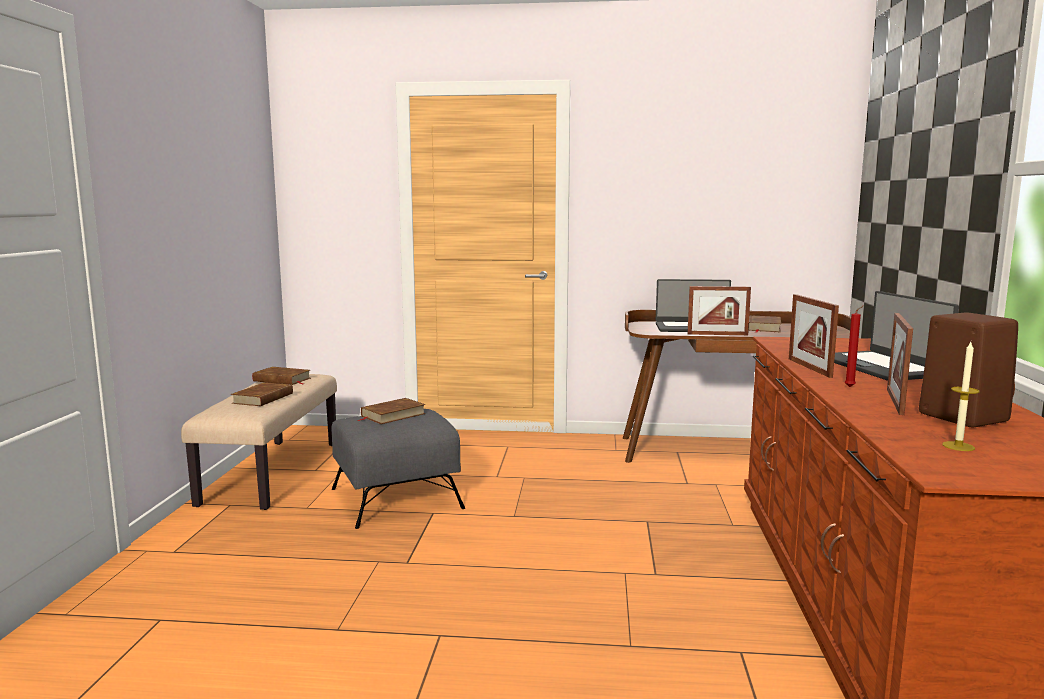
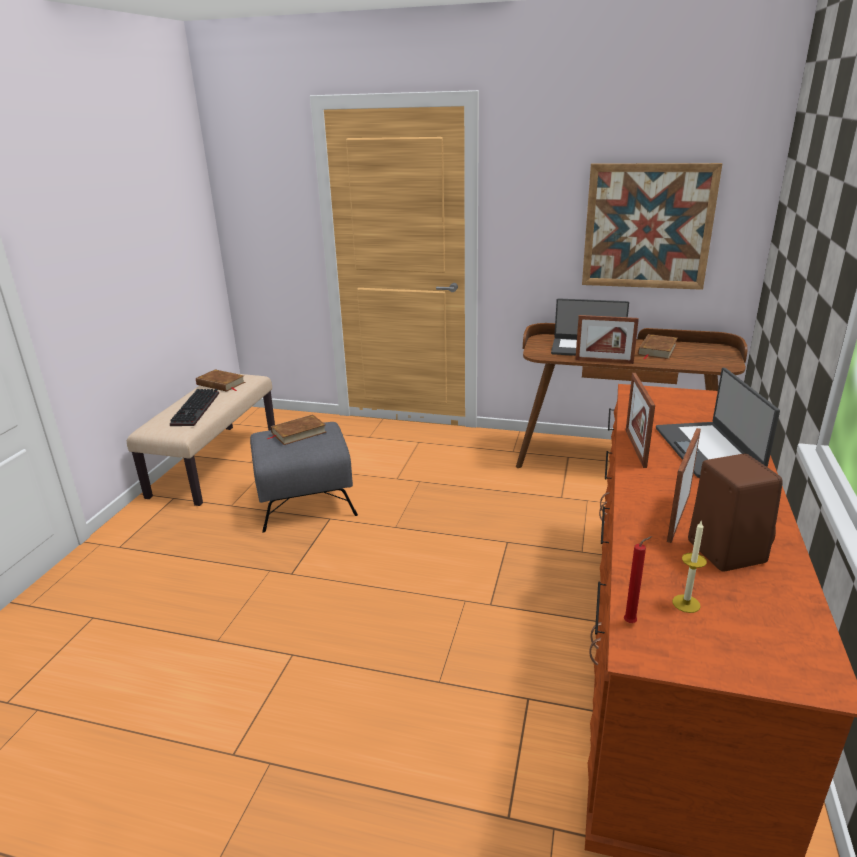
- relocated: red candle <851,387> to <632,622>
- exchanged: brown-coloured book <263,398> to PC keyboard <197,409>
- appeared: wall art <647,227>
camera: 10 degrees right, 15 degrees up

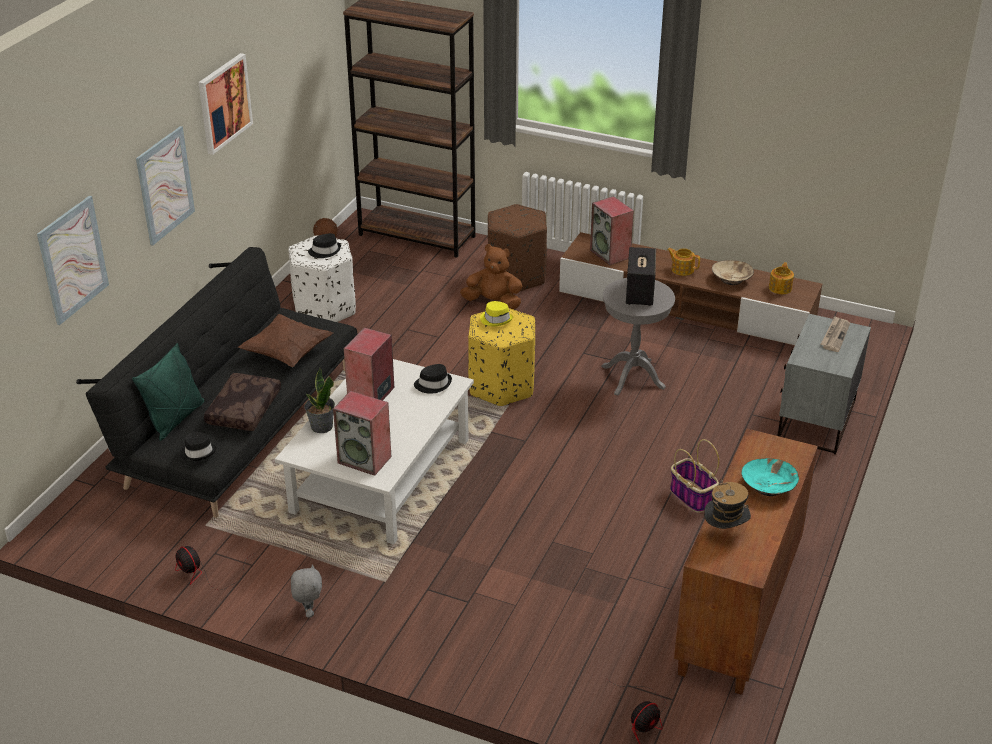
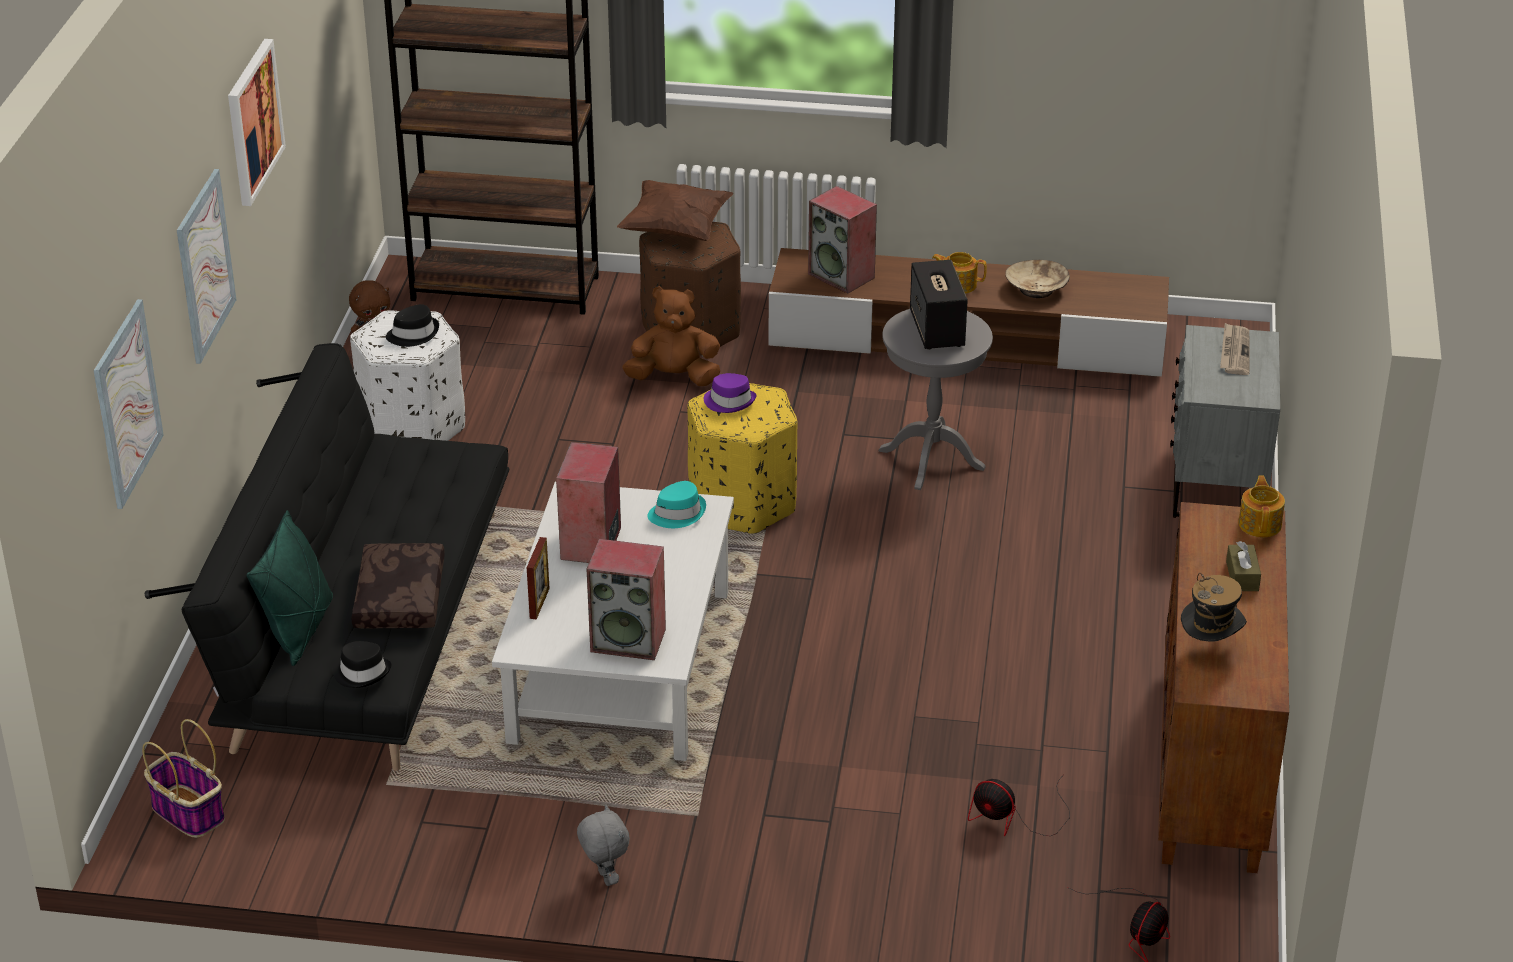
- relocated: pot for tea <780,288> to <1260,524>
- colour: yellowish hat <496,319> to purplish hat <730,401>
- relocated: brown-coloured cushion <287,353> to <675,229>
- colour: blackish hat <433,384> to turquoise-coloured hat <677,513>
- exchanged: potted plant <321,427> to standing frame <539,603>
- relocated: household basket <691,496> to <187,812>
- exchanged: turquoise-coloured serving bowl <768,486> to brown-coloured tissue holder <1242,576>
- relocated: cooling fan <205,574> to <1014,818>
camera: 15 degrees left, 0 degrees up

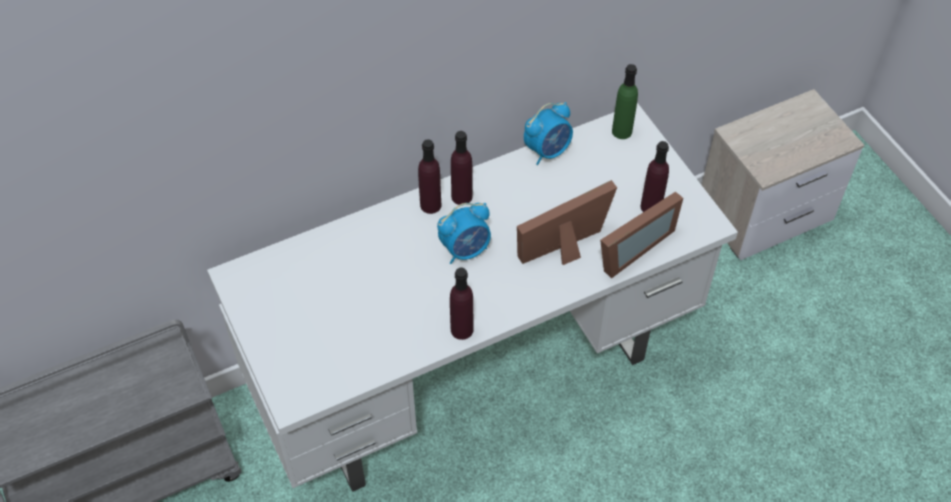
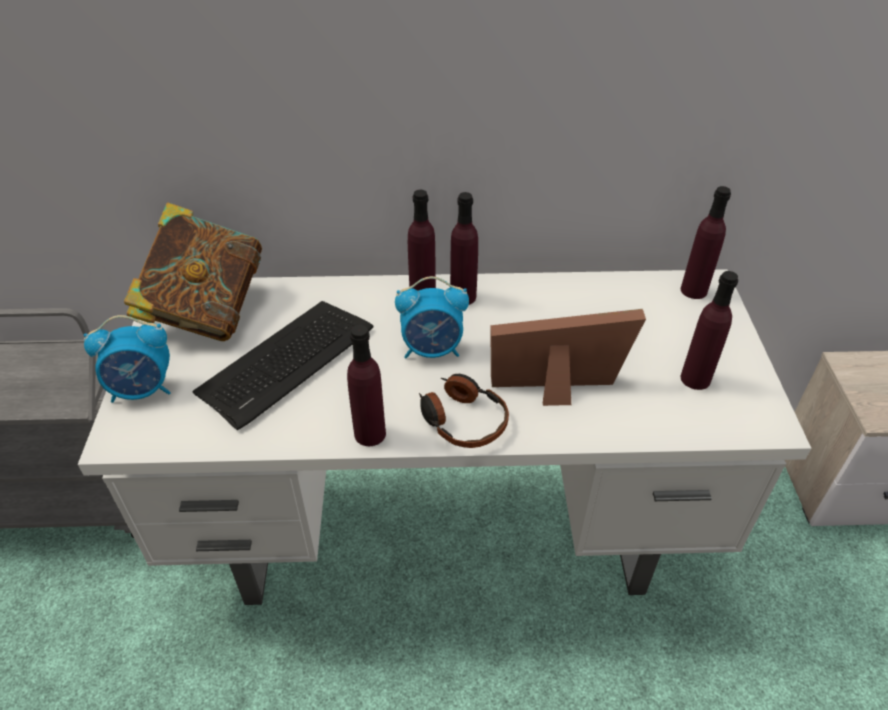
- colour: green-coloured beverage bottle <622,131> to purplish beverage bottle <693,290>
- relocated: alarm clock <548,151> to <143,390>
- missing: standing frame <629,247>
- appeared: book <206,311>
- appeared: PC keyboard <286,362>
- appeared: headset <462,420>
camera: 25 degrees right, 10 degrees down

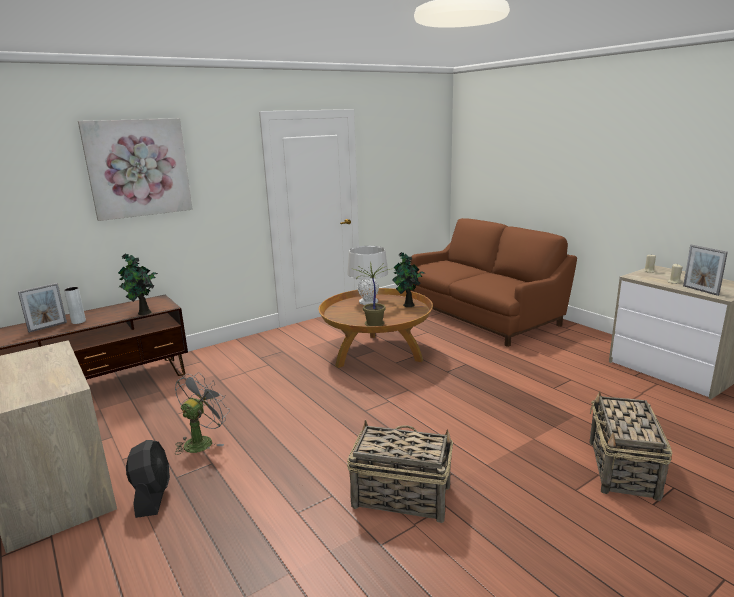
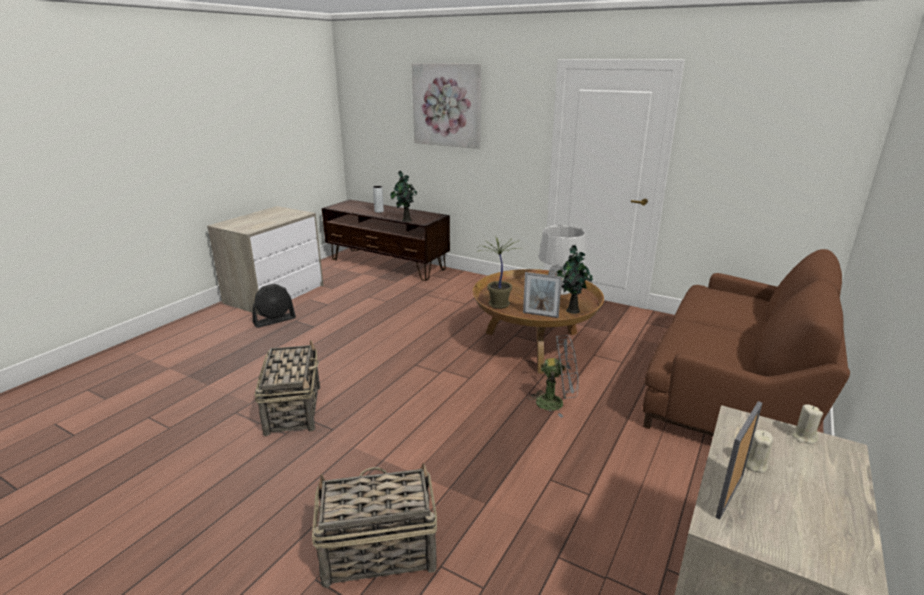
- relocated: standing frame <48,327> to <540,315>
- relocated: gray cooling fan <202,441> to <556,402>
camera: 65 degrees right, 5 degrees up

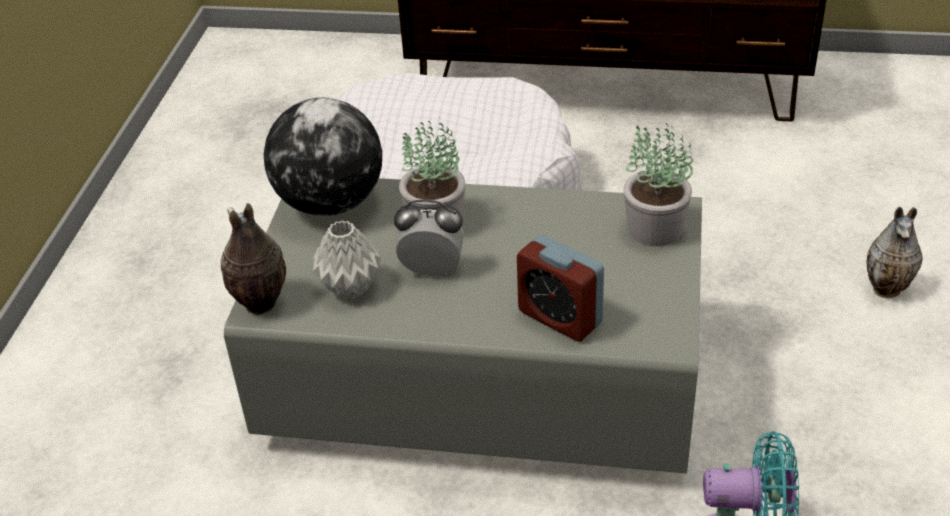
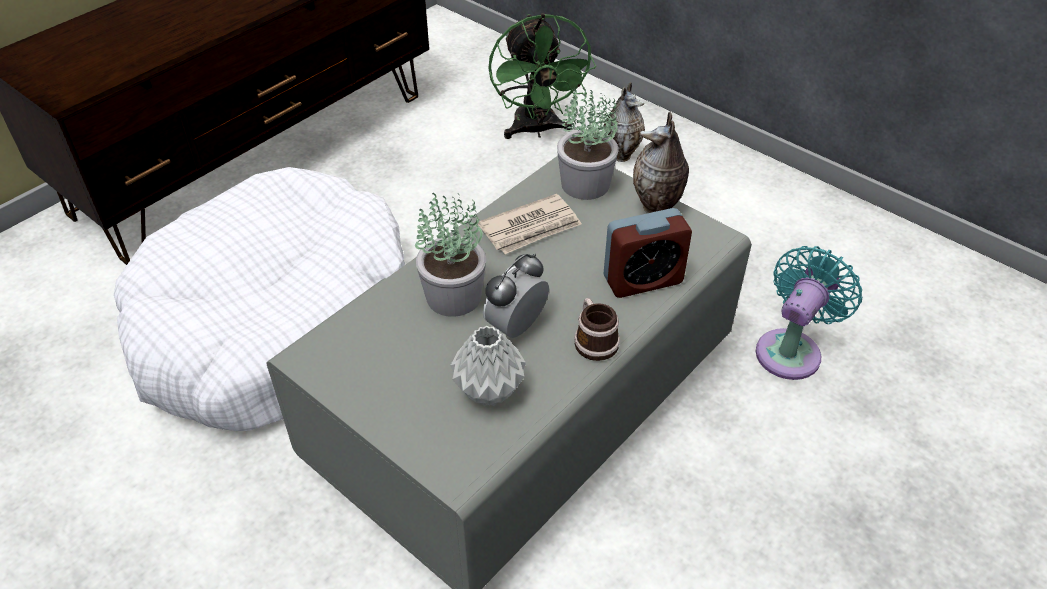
- missing: world globe <330,203>
- relocated: flower vase <260,305> to <657,209>
- appeared: green-coloured cooling fan <537,130>
- appeared: newspaper <531,228>
- appeared: coffee mug <594,340>
camera: 60 degrees left, 5 degrees up

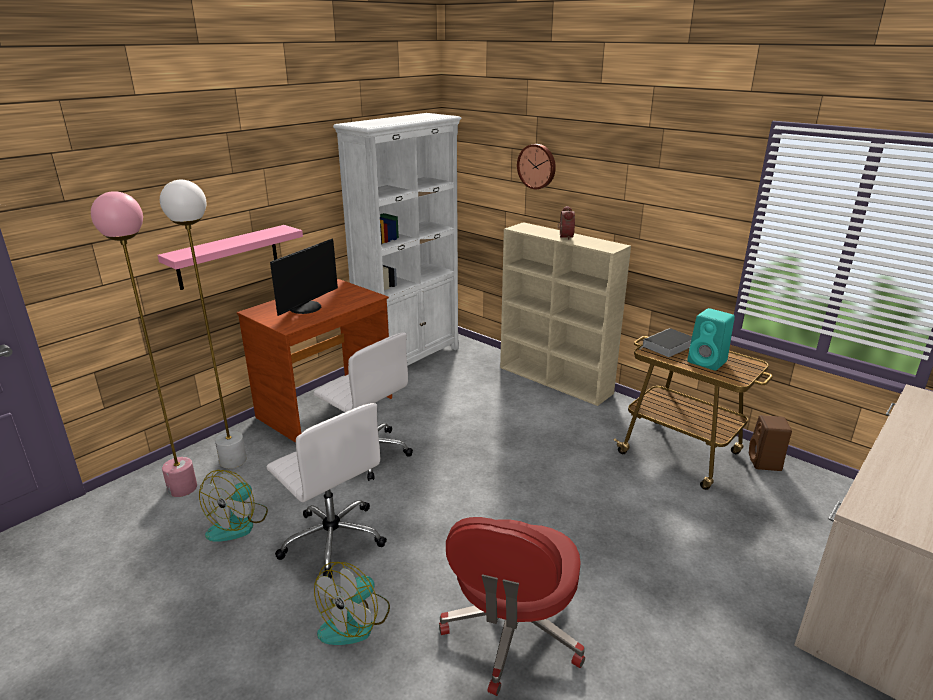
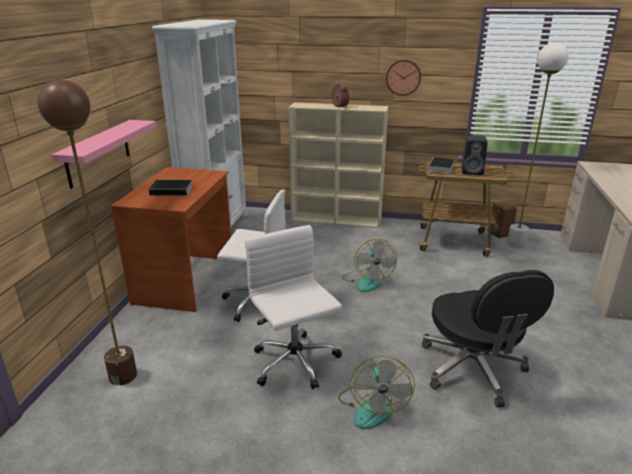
- relocated: hanging clock <537,166> to <403,77>
- relocated: white-coloured standing lamp <233,461> to <516,244>
- colour: pinkish standing lamp <182,488> to brown-coloured standing lamp <123,376>
- exchanged: computer screen <307,308> to book <173,190>
- colour: turquoise-coloured speaker <708,362> to blackish speaker <472,172>
- spun: white-coloured desk chair <332,538> = <295,363> 135 degrees counterclockwise
- relocated: cooling fan <238,523> to <367,280>
- colour: red desk chair <513,632> to blackish desk chair <473,370>
camera: 30 degrees left, 0 degrees up

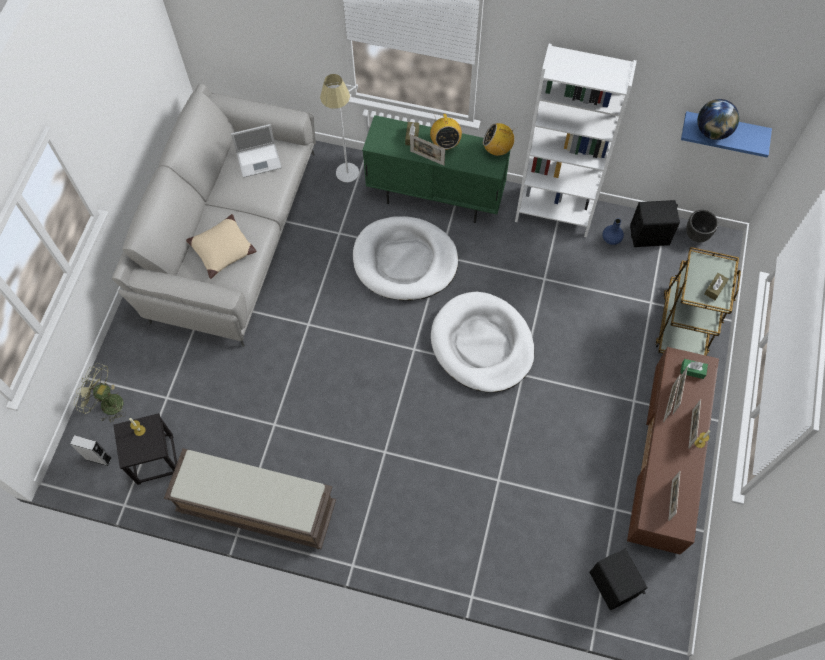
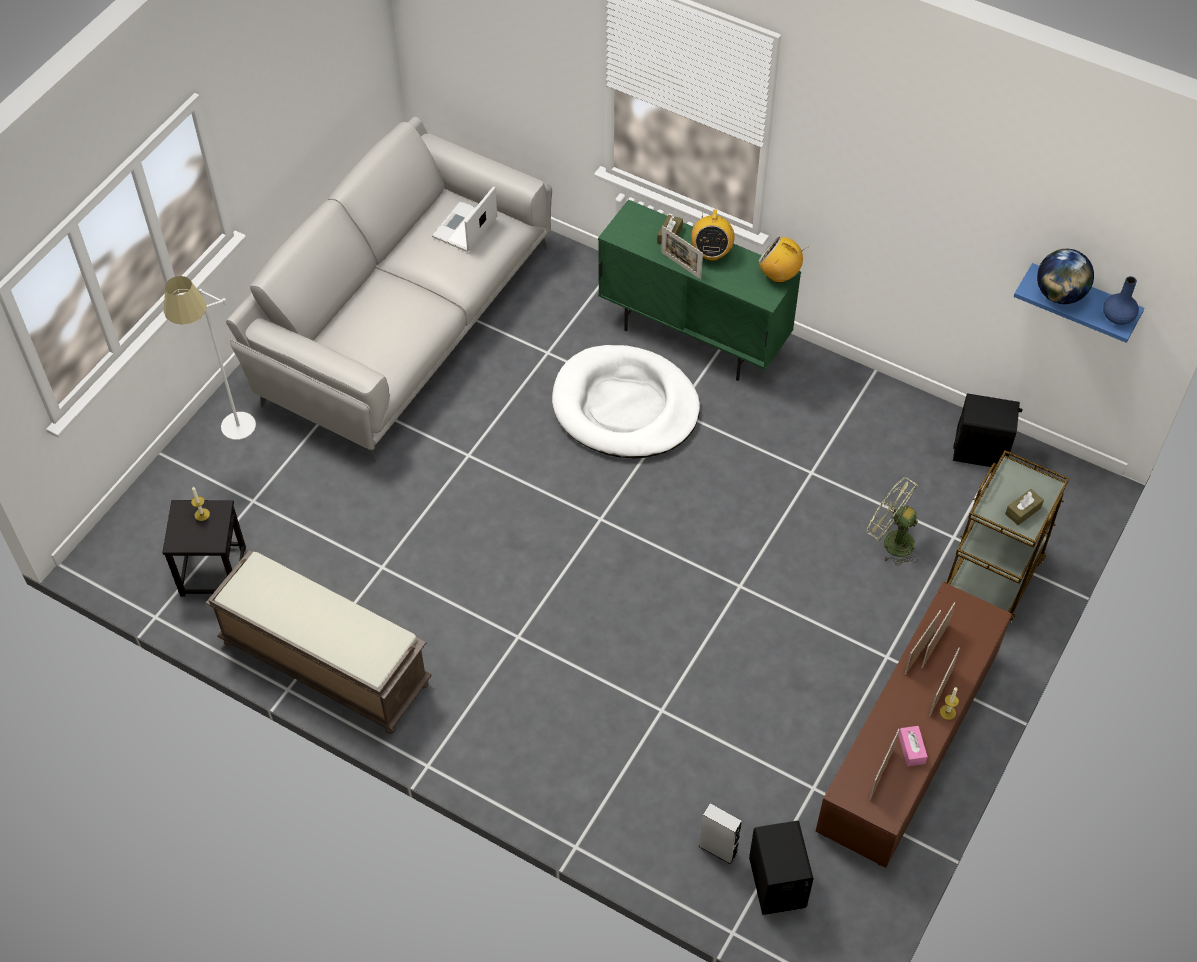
- missing: white-coloured bookshelf <554,211>
- relocated: white-coloured standing lamp <347,181> to <233,438>
- spun: laptop <259,160> = <464,228> 120 degrees clockwise
- missing: blackish plant pot <697,235>
- missing: sand-coloured cushion <223,250>
- relocated: bluish flower vase <611,238> to <1118,317>
- missing: white-coloured pet bed <482,344>
- missing: green-coloured tissue holder <692,370>
- relocated: green-coloured cooling fan <106,403> to <891,541>
- relocated: gray speaker <98,458> to <718,849>
- appeared: pinkish tissue holder <911,749>
camera: 15 degrees right, 10 degrees down

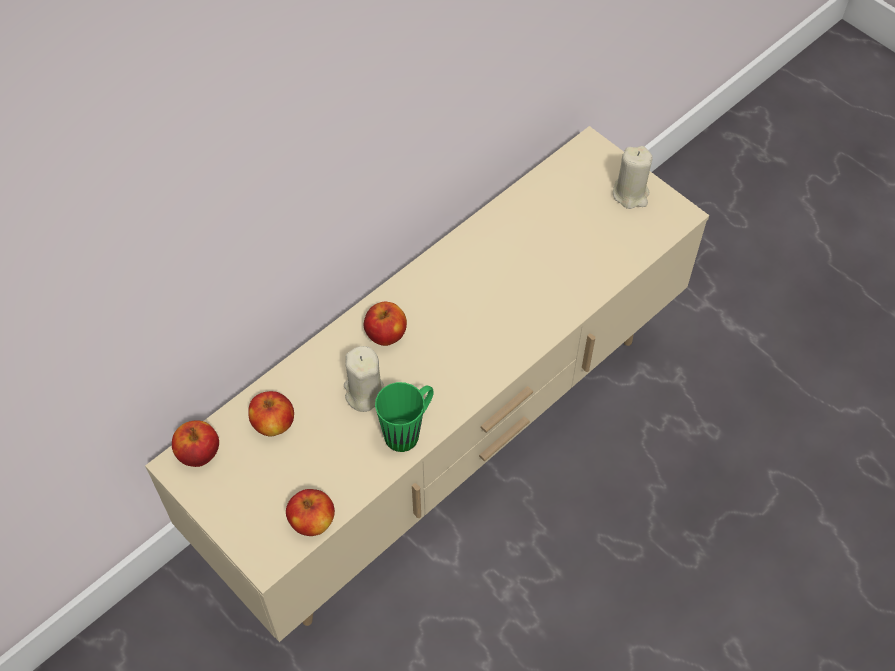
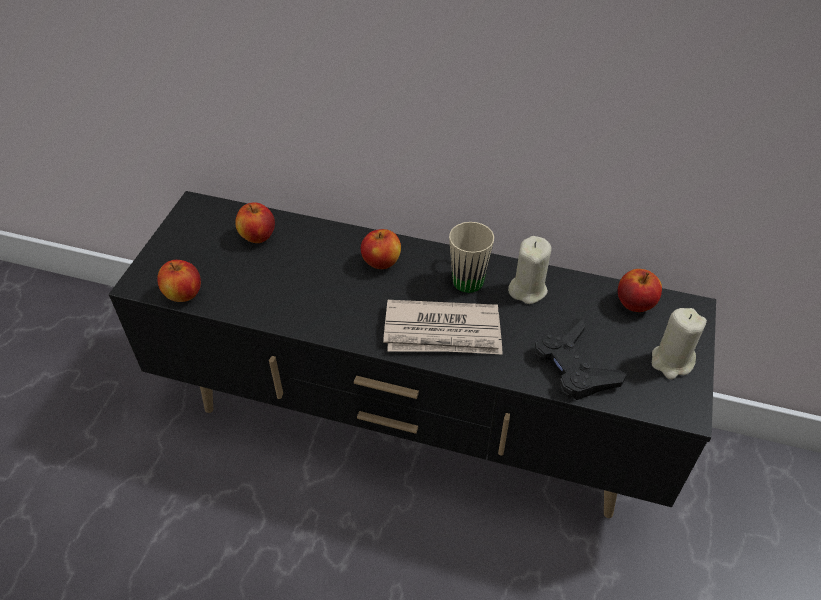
- colour: sand-coloured tv stand <447,442> to blackish tv stand <412,425>
- relocated: sand-coloured candle <364,393> to <527,289>
- missing: green-coloured coffee mug <409,430>
- relocated: whole apple <199,453> to <634,304>
- appeared: sand-coloured coffee mug <467,275>
- appeared: newspaper <443,332>
- appeared: blackish game controller <574,366>
camera: 60 degrees right, 10 degrees down

